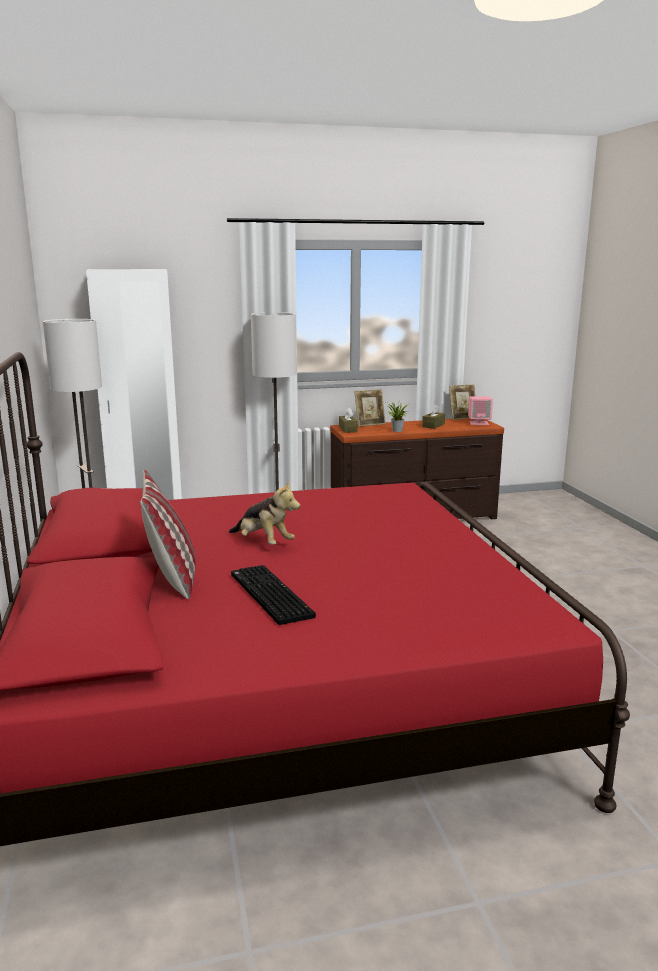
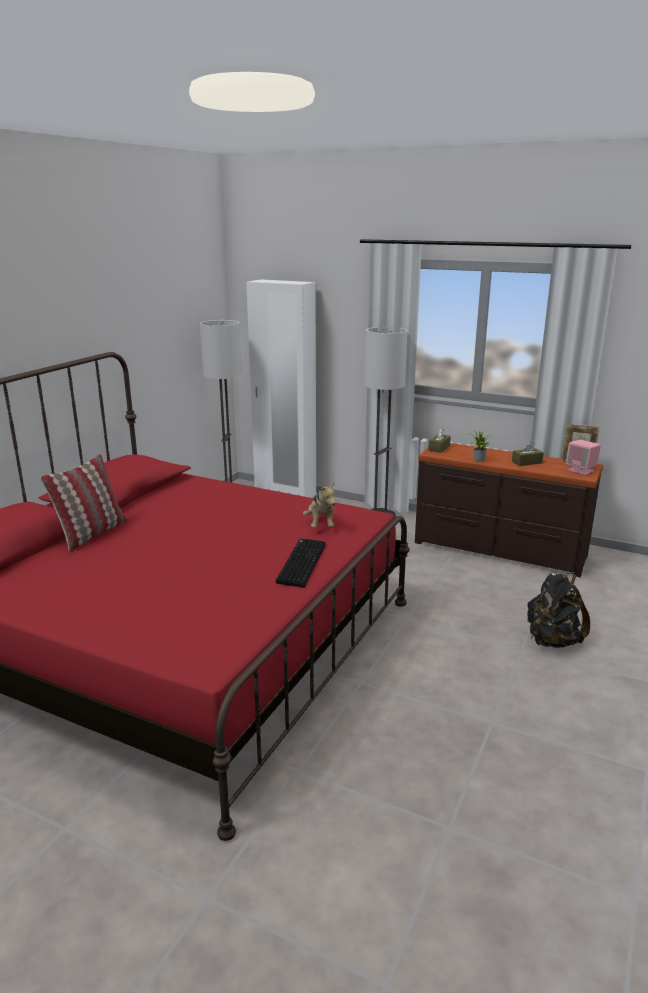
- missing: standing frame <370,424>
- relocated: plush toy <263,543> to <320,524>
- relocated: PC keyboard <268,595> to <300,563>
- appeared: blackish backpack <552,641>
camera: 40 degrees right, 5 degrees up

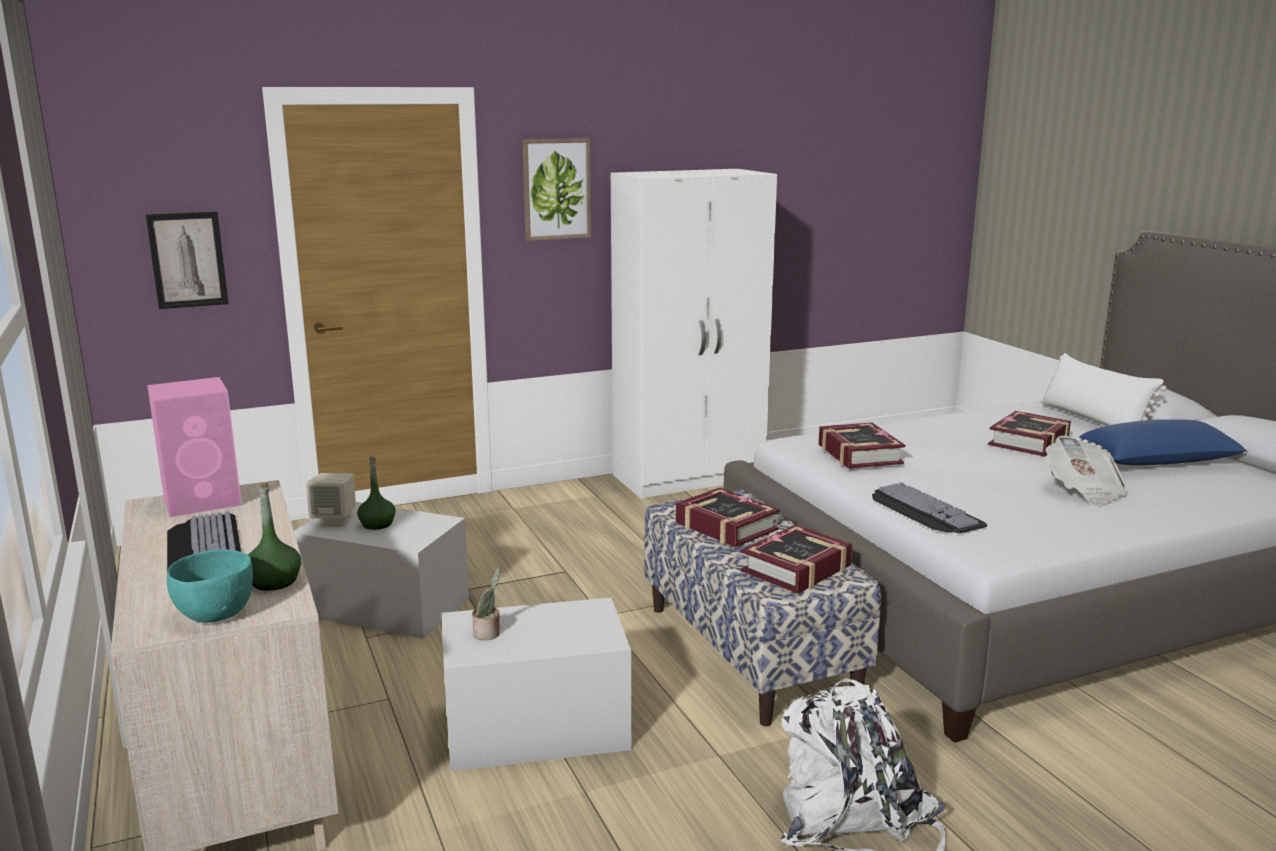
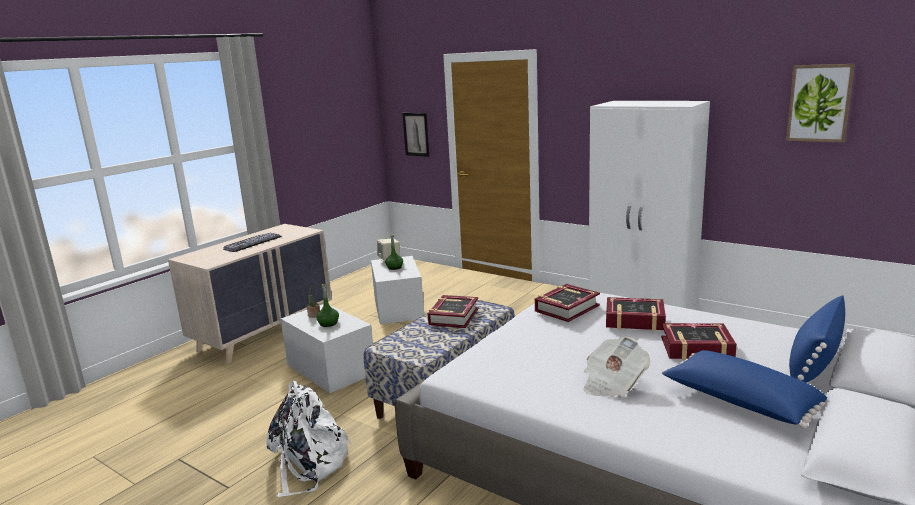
- relocated: wall art <556,189> to <819,103>
- colour: white-coloured cushion <1093,421> to bluish cushion <814,362>
- missing: pinkish speaker <204,501>
- relocated: green-coloured beverage bottle <274,582> to <328,323>
- missing: PC keyboard <921,510>
- relocated: book <797,569> to <634,320>
- missing: turquoise-coloured serving bowl <215,615>
camera: 60 degrees right, 0 degrees up

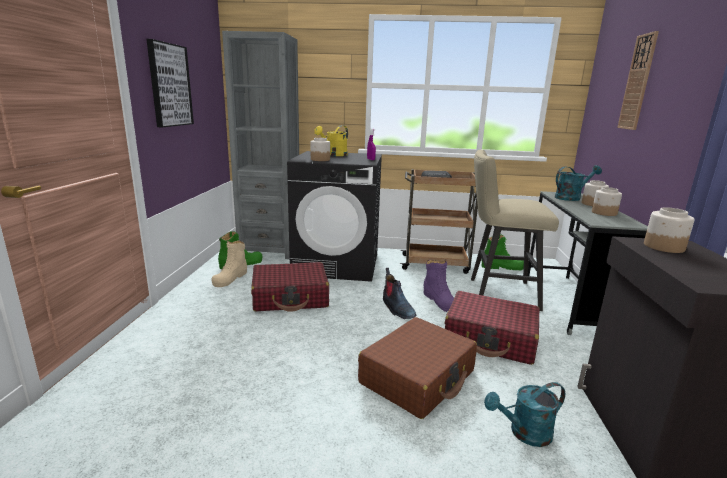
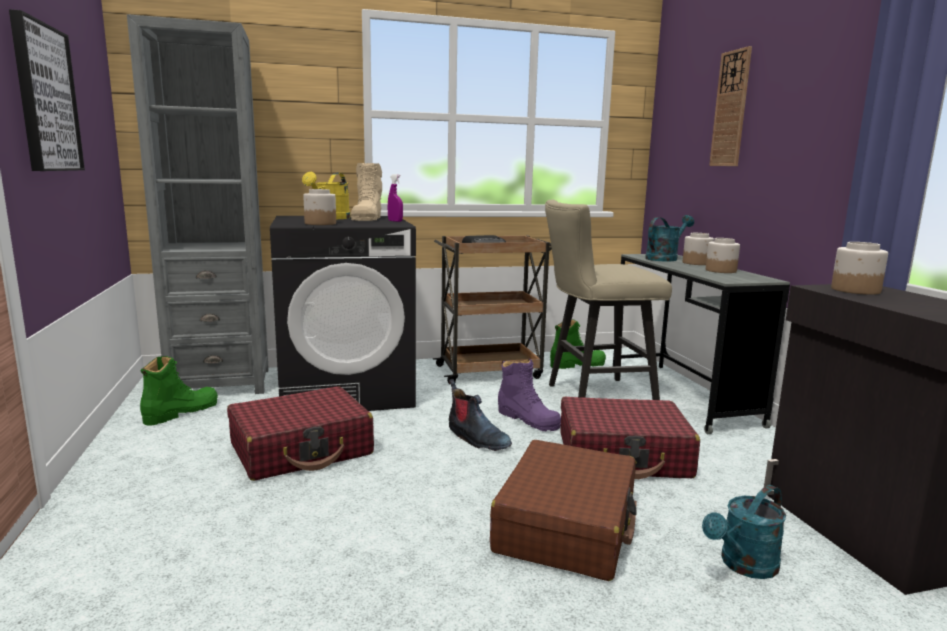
- relocated: sand-coloured boot <230,278> to <367,219>
camera: 20 degrees left, 5 degrees down

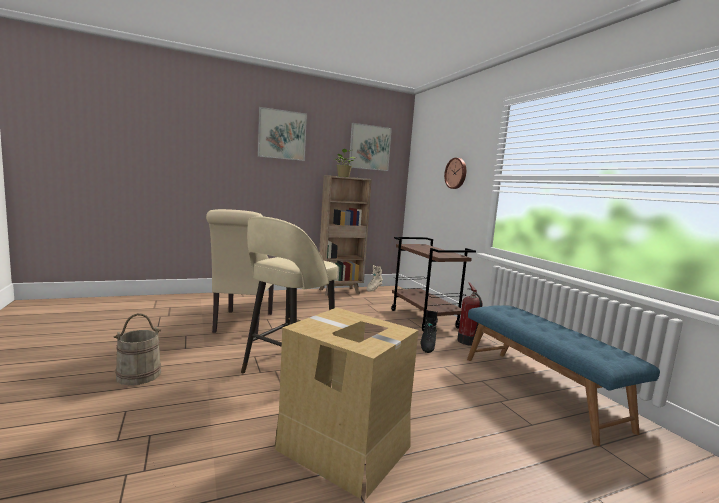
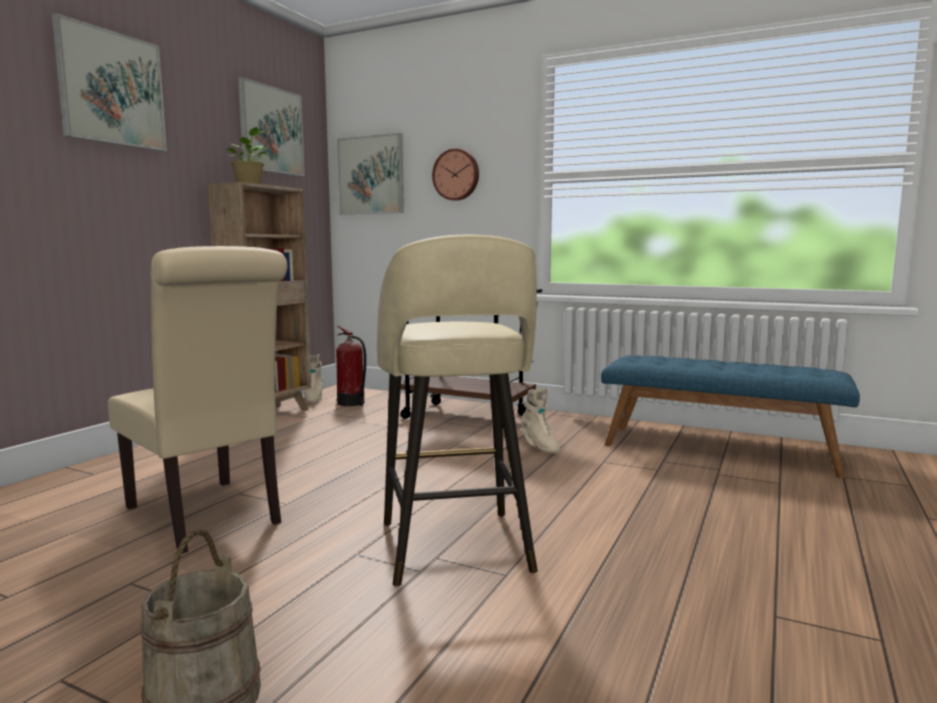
- relocated: extinguisher <468,342> to <352,403>
- missing: carton <343,447>
- colour: blackish boot <427,346> to sand-coloured boot <539,446>
- appeared: wall art <371,175>
camera: 40 degrees left, 0 degrees up

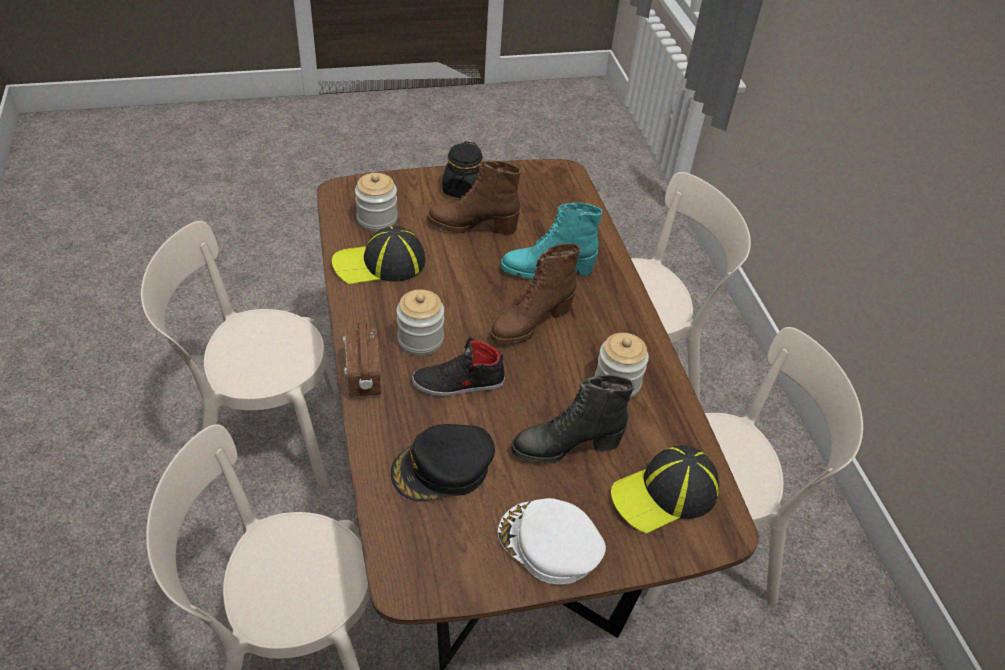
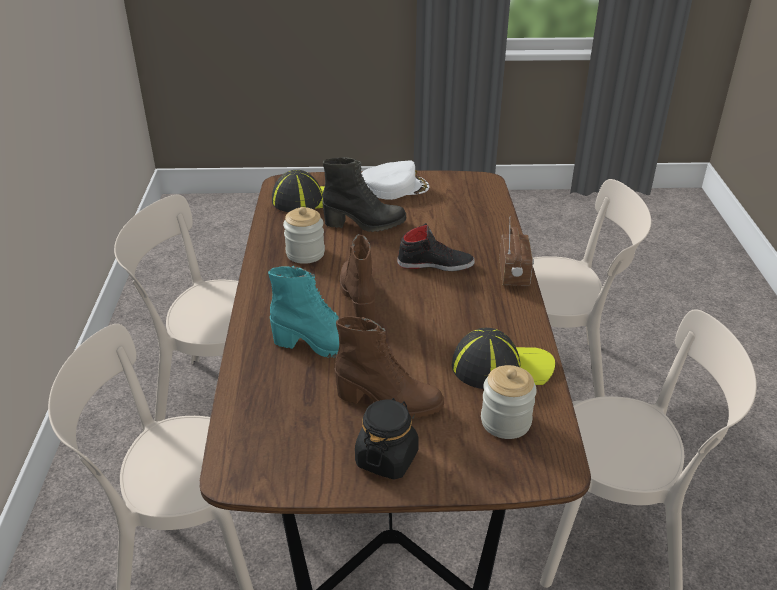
- spun: brown-coloured boot <530,323> = <359,299> 75 degrees counterclockwise
- missing: preserve jar <420,339>
- missing: blackish cap <443,468>
- spun: white-coloured cap <549,544> = <395,187> 60 degrees counterclockwise
camera: 165 degrees left, 10 degrees down

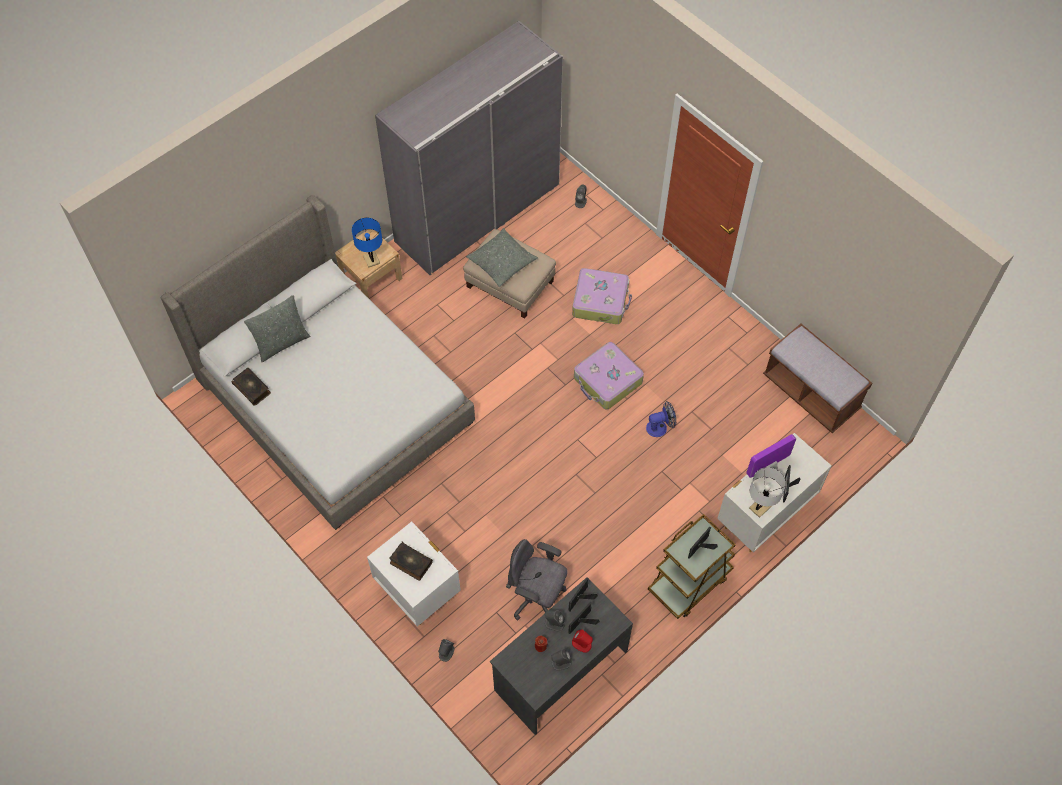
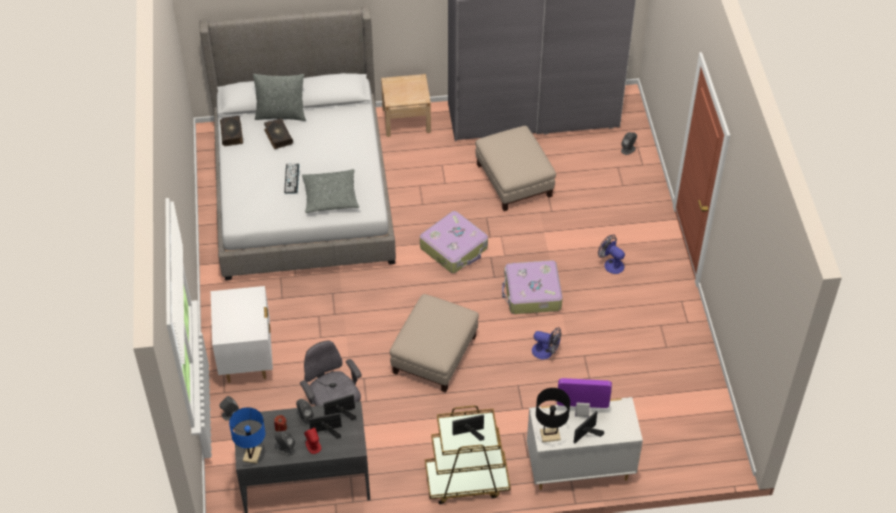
- relocated: bluish tabletop lamp <371,259> to <252,454>
- relocated: gray cushion <501,262> to <330,196>
- relocated: suitcase <601,301> to <454,248>
- missing: brown-coloured indoor bench <810,393>
- colour: white-coloured tabletop lamp <760,507> to blackish tabletop lamp <550,435>
- relocated: book <410,563> to <278,137>
- appeared: PC keyboard <291,178>
- appeared: cooling fan <611,264>
- appeared: sand-coloured ottoman <435,355>
camera: 35 degrees right, 10 degrees down

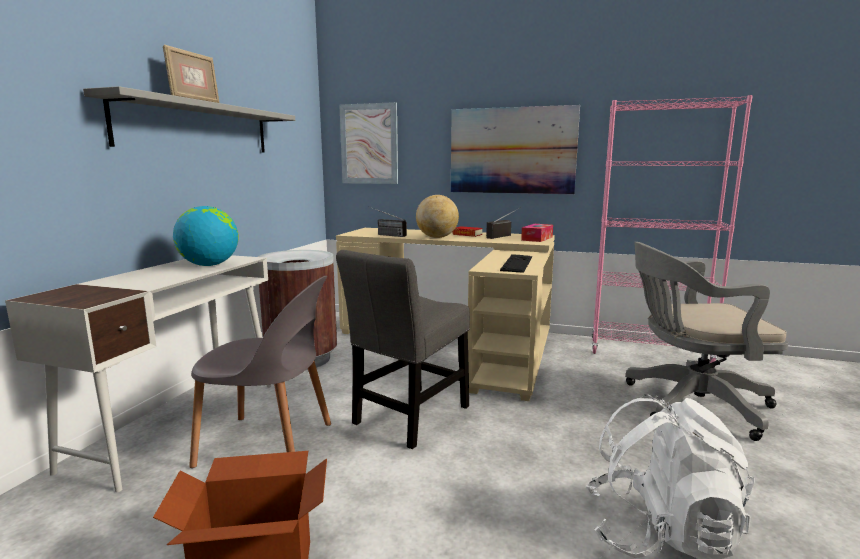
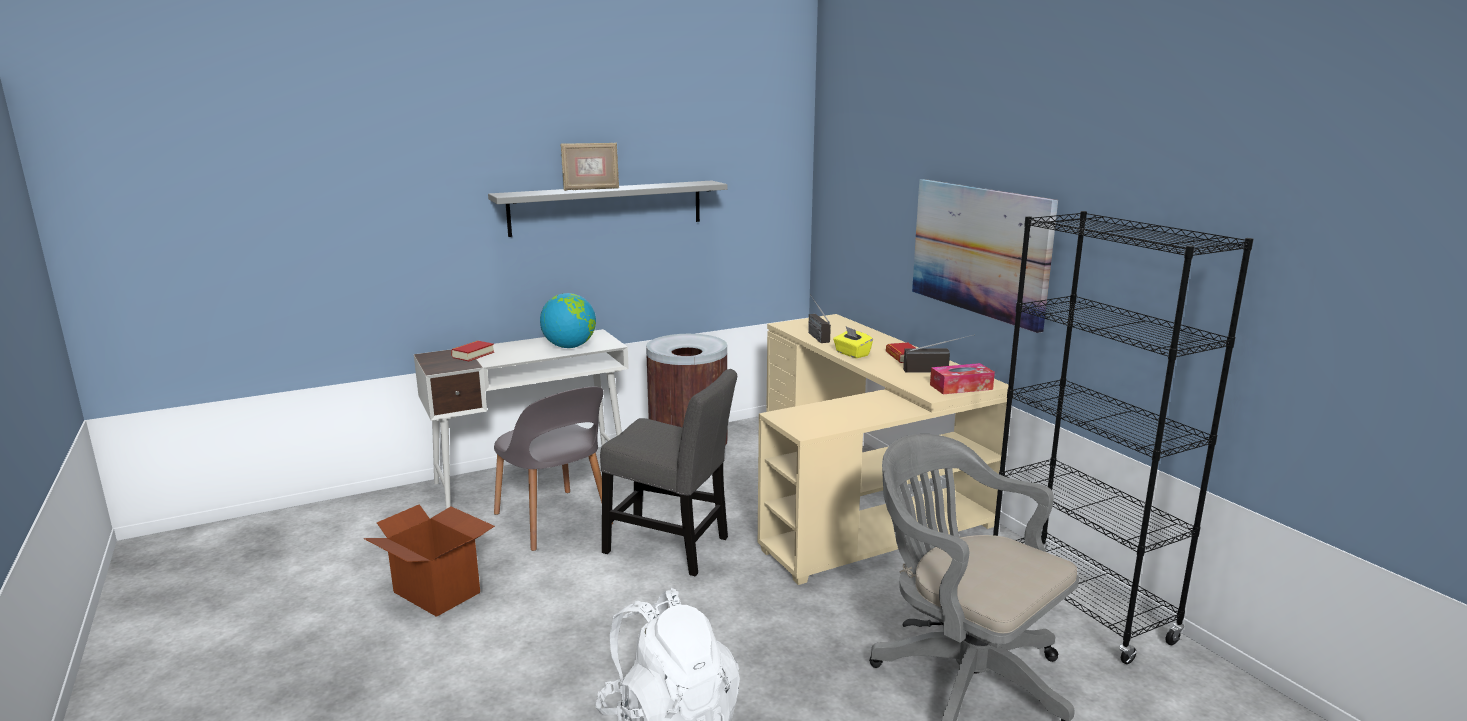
- colour: pinkish bookshelf <649,352> to blackish bookshelf <1078,607>
- missing: wall art <369,144>
- exchanged: world globe <437,237> to yellowish tissue holder <852,354>
- spun: gray upright chair <409,418> = <671,547> 150 degrees counterclockwise
- missing: PC keyboard <517,263>
- appeared: book <473,355>
camera: 45 degrees right, 5 degrees up

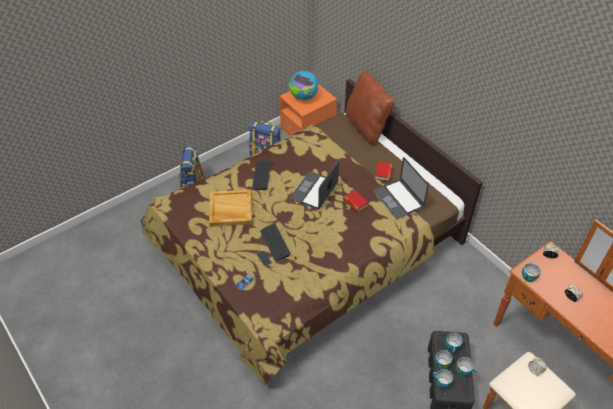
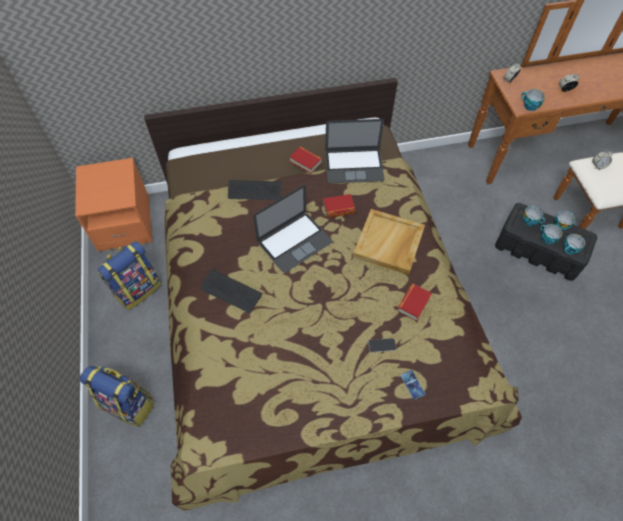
- missing: brown-coloured cushion <366,127>
- missing: world globe <303,97>
- spun: laptop <314,191> = <294,242> 90 degrees counterclockwise
- relocated: sand-coloured serving tray <230,210> to <389,243>
- relocated: PC keyboard <275,243> to <254,191>
- appeared: book <413,303>
camera: 65 degrees left, 10 degrees up

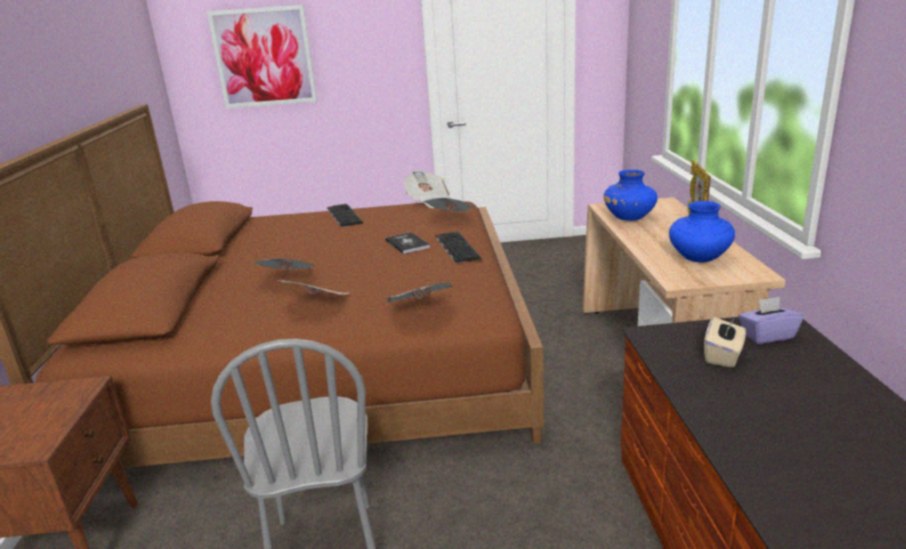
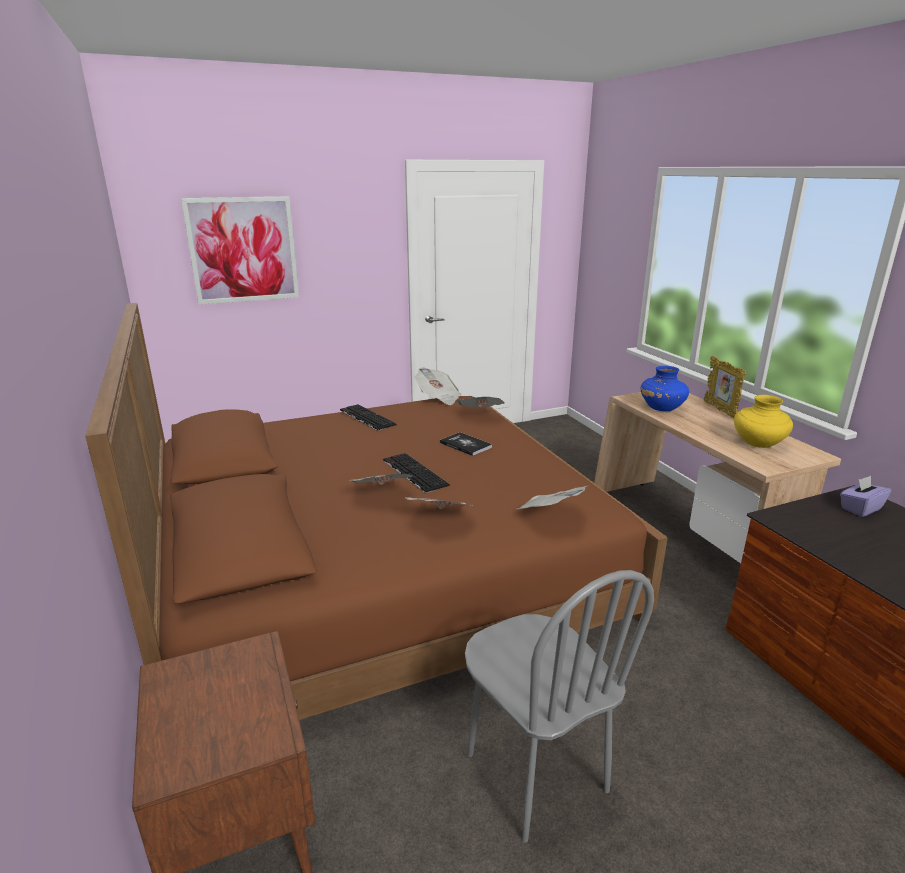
- colour: bluish flower vase <699,258> to yellowish flower vase <758,443>
- relocated: PC keyboard <455,247> to <413,472>
- missing: sand-coloured tissue holder <723,356>
camera: 20 degrees left, 0 degrees up

